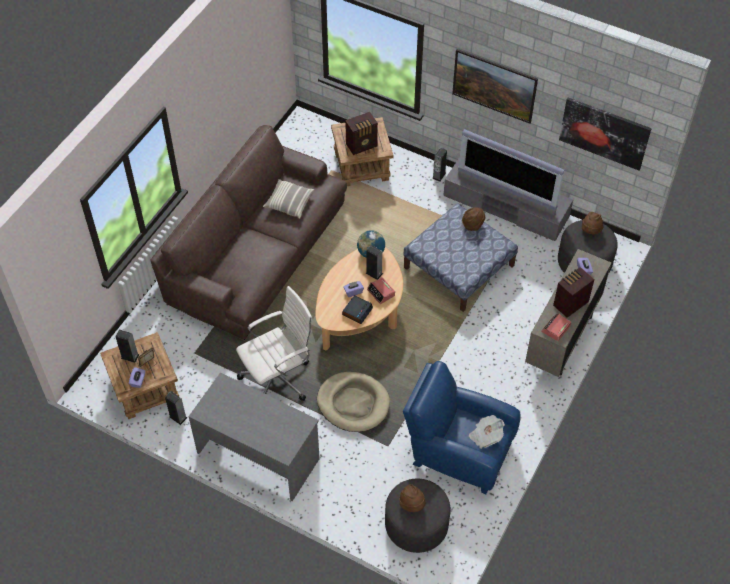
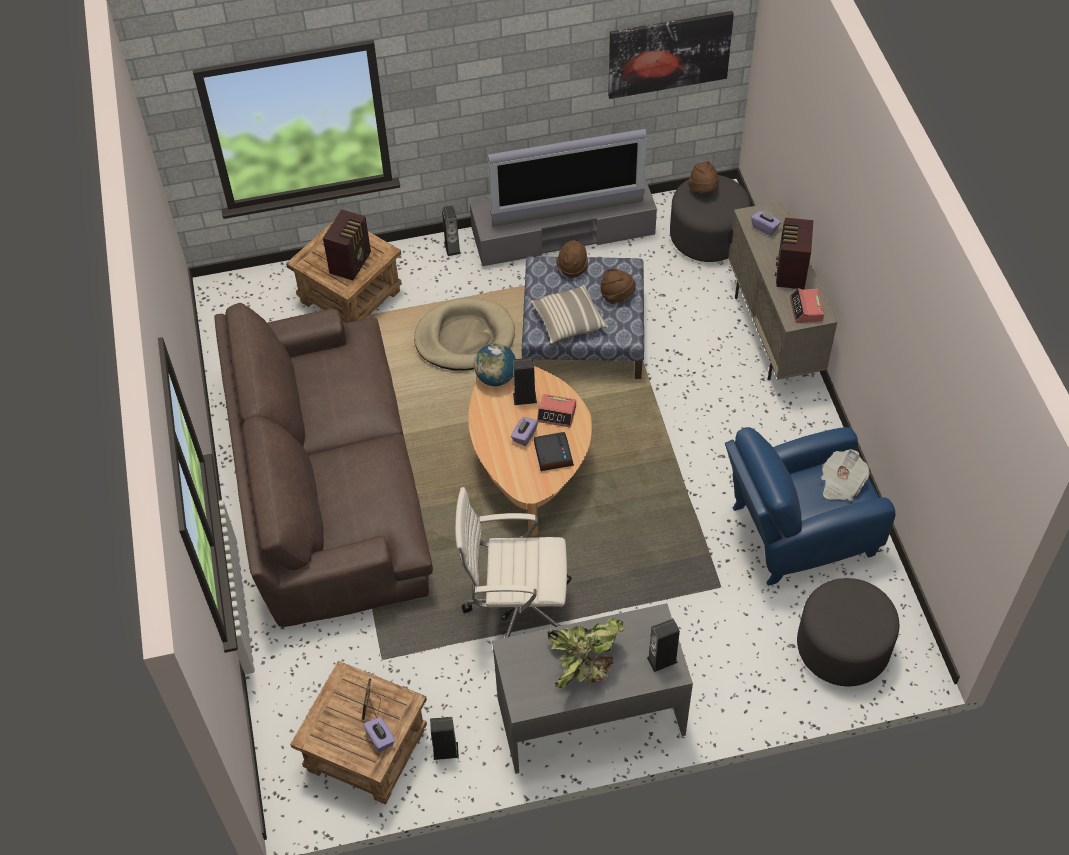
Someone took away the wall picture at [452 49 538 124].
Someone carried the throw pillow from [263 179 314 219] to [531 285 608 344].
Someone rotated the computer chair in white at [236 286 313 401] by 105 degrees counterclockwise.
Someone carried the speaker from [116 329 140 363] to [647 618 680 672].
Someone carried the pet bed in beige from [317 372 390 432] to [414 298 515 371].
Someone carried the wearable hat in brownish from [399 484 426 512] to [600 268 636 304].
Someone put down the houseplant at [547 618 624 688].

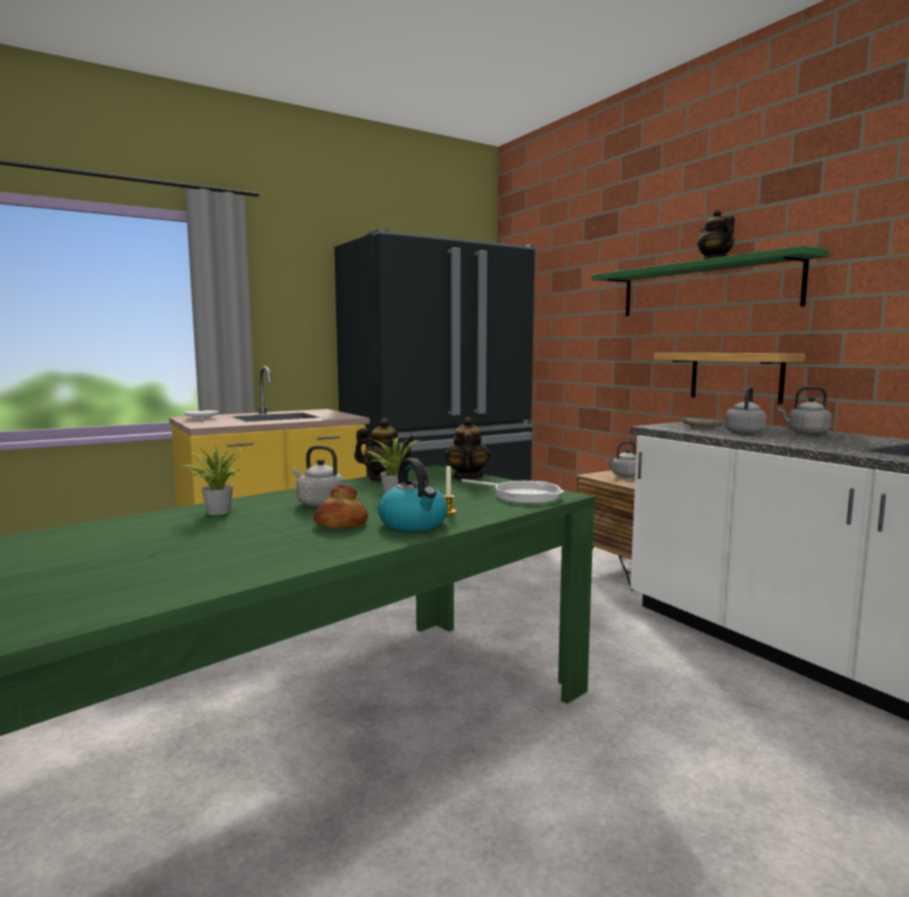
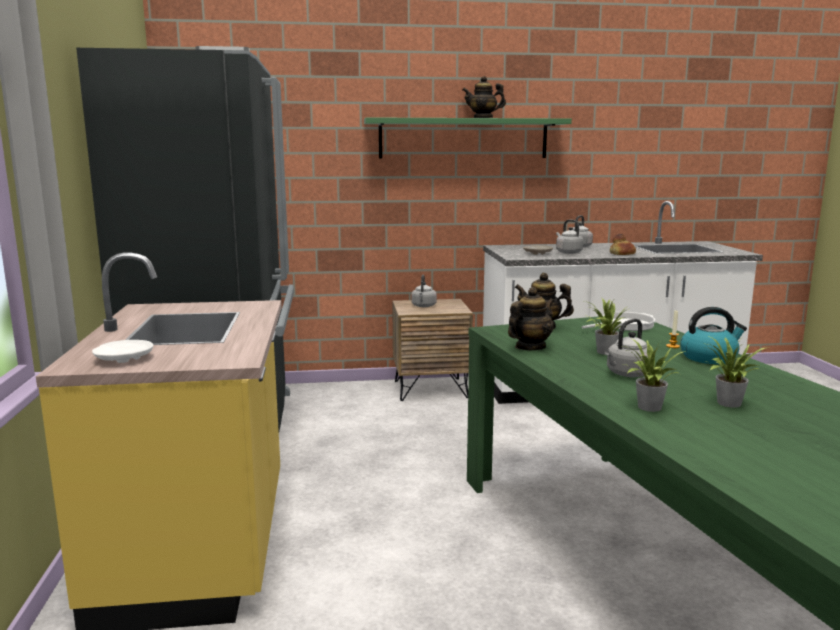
Someone took away the bracket shelf at [654 353 805 404].
Someone carried the bread from [314 484 368 528] to [610 234 636 255].
Someone put down the houseplant at [704 336 765 408].

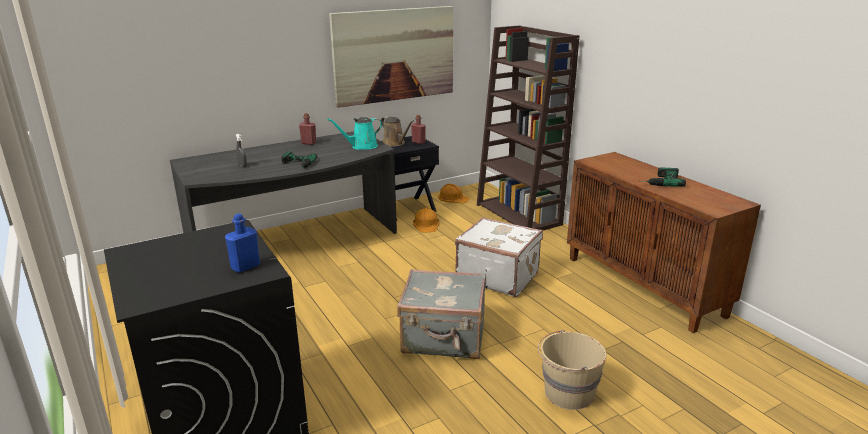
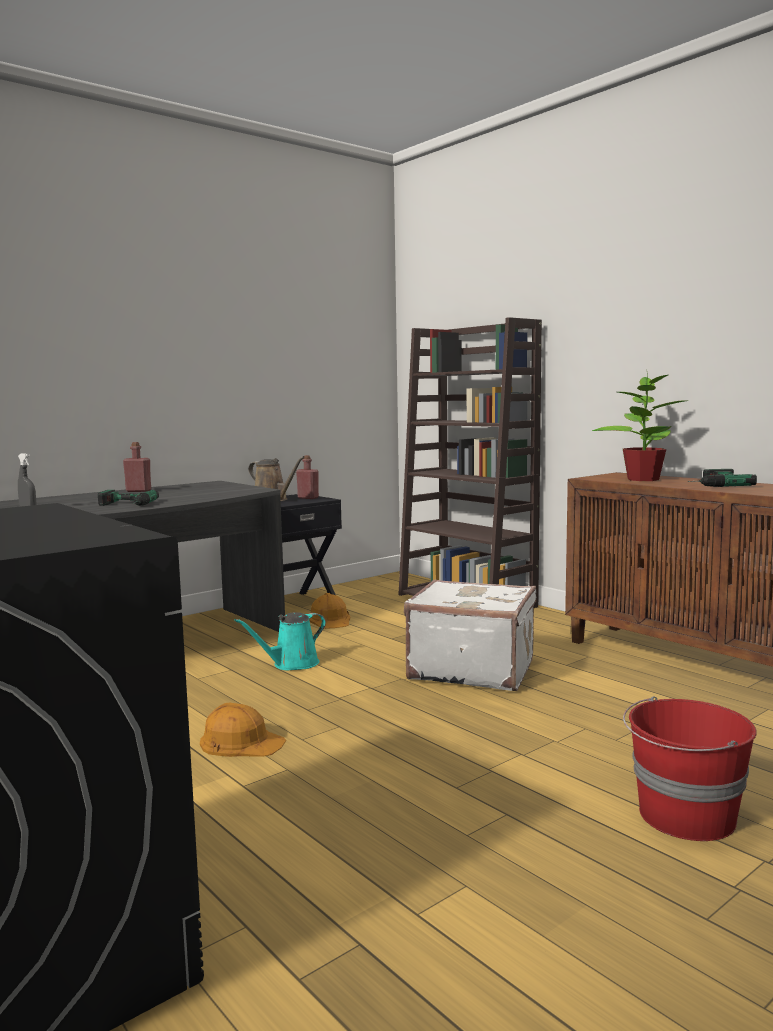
Someone took away the wall picture at [329 6 453 108].
Someone carried the sprinkling can in blue-green from [327 117 383 150] to [234 612 326 671].
Someone carried the safety helmet in orange from [438 184 470 203] to [200 703 286 757].
Someone took away the beverage bottle in blue-coloured at [225 213 260 273].
Someone took away the suitcase in gray at [397 269 486 359].
Someone repainted the bucket in beige at [538 330 606 410], which became the bucket in red at [623 696 757 841].
Someone put down the houseplant at [592 369 687 481].

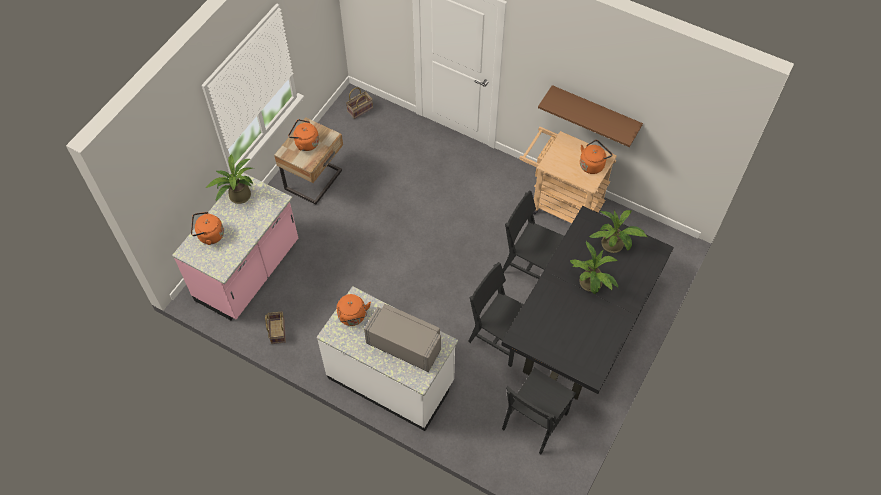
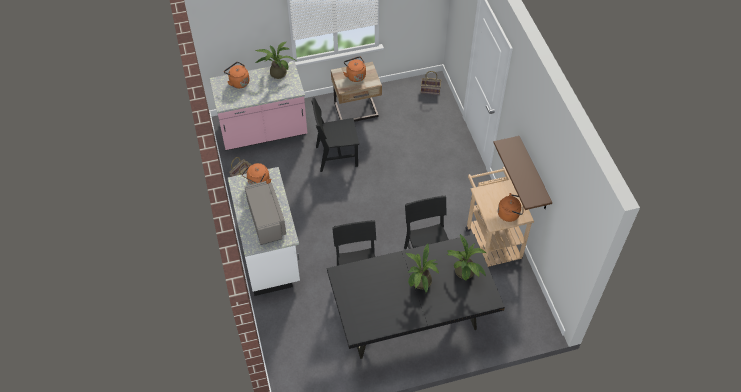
Someone carried the plain chair in black-coloured from [502 367 576 454] to [311 97 359 172].

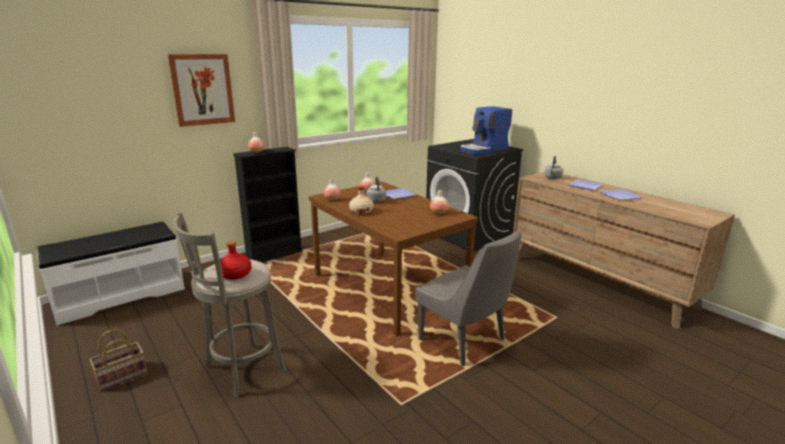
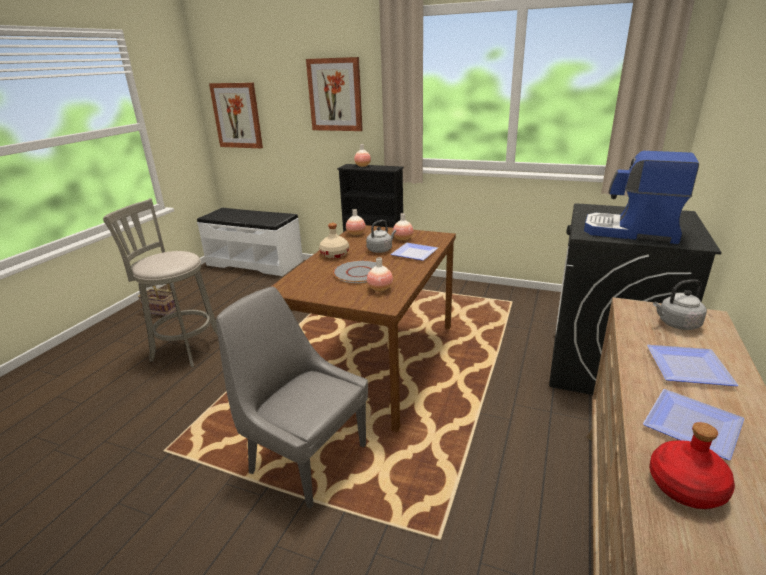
Someone rotated the plain chair in gray at [415 230 522 366] by 105 degrees clockwise.
Someone carried the beverage bottle in red from [220 241 252 280] to [649 422 735 509].
Someone put up the wall picture at [209 83 263 148].
Someone put down the dinner plate in gray at [333 260 385 283].

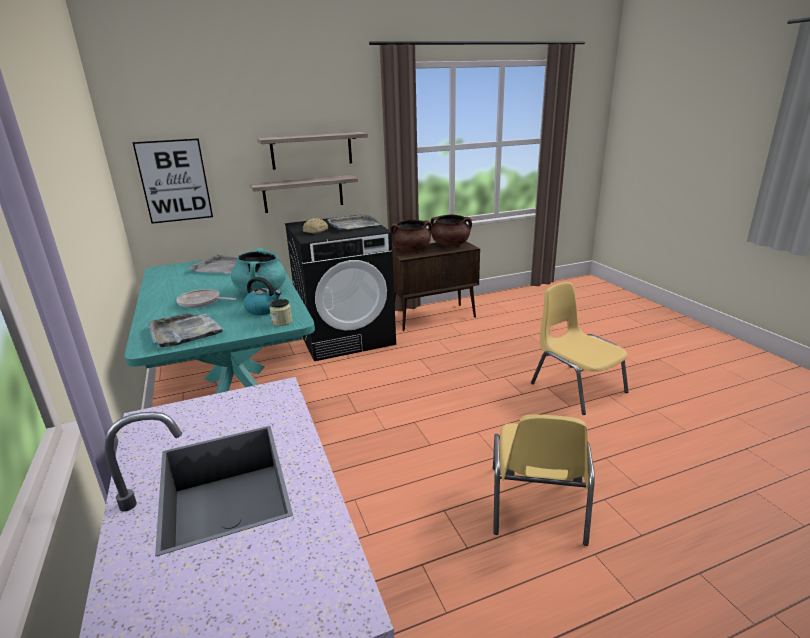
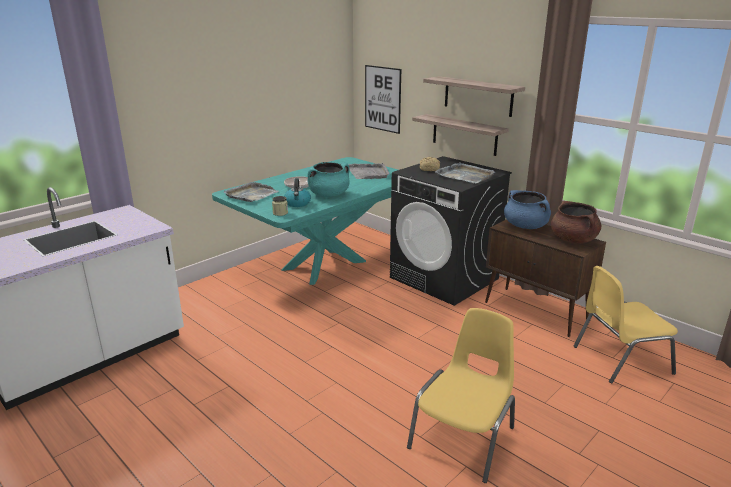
Someone repainted the cooking pot in brownish at [390 219 432 252], which became the cooking pot in blue-coloured at [504 190 551 229].
Someone carried the plain chair in yellow from [493 414 595 546] to [573 266 678 383].

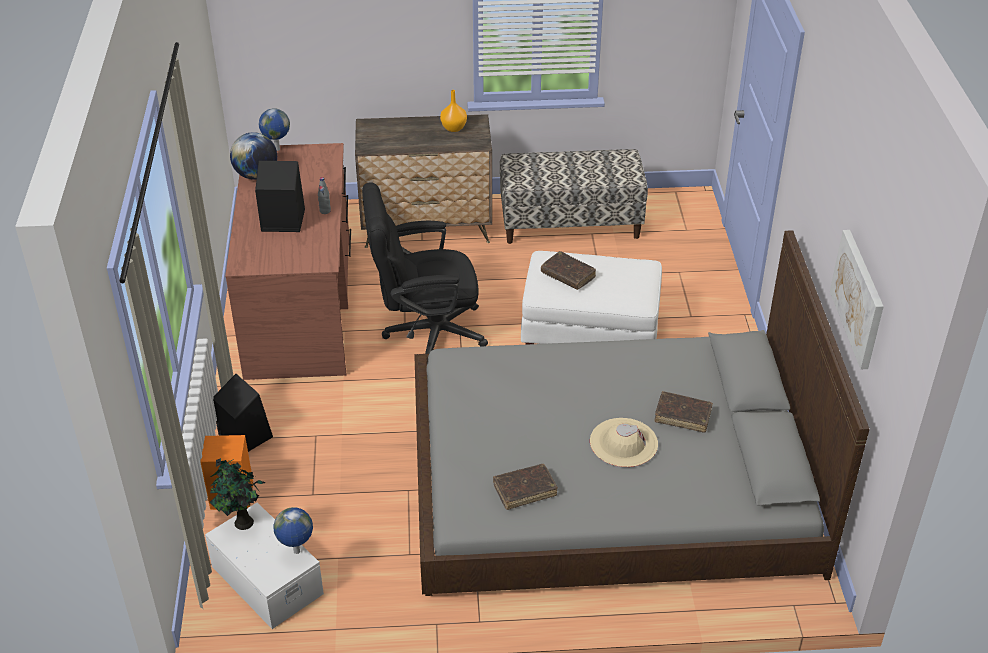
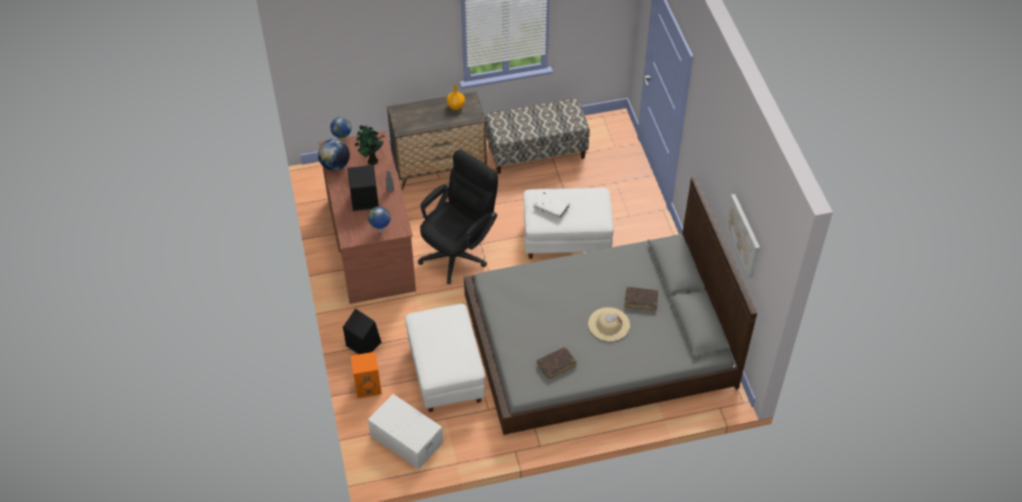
Someone rotated the computer chair in black-coloured at [362 182 488 354] by 150 degrees clockwise.
Someone repainted the volume in brownish at [541 251 596 290], which became the volume in white at [534 192 570 219].
Someone carried the houseplant from [210 458 266 530] to [355 125 385 165].
Someone carried the world globe from [273 507 313 554] to [368 206 390 233].
Someone put down the footrest in white at [405 304 485 412].

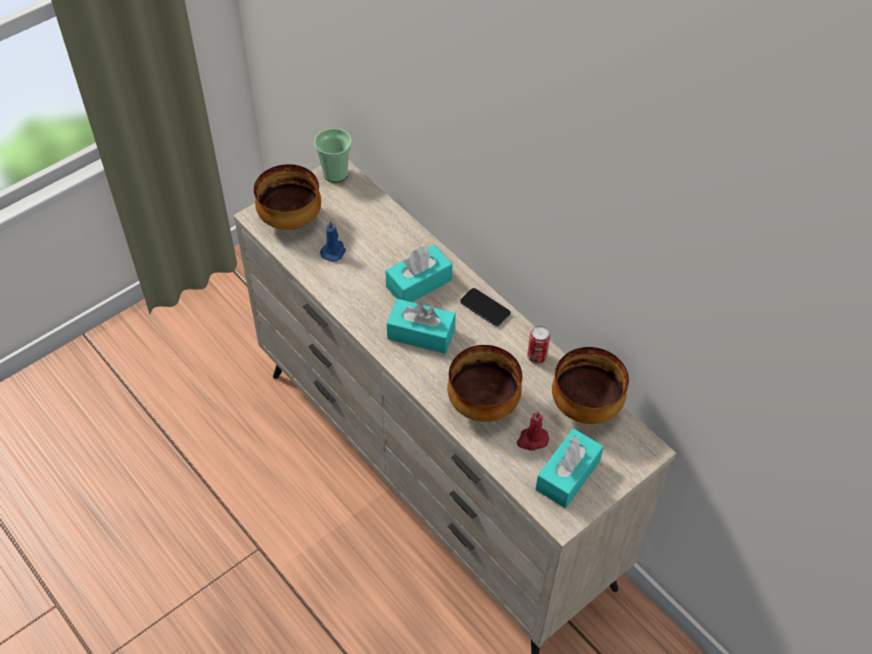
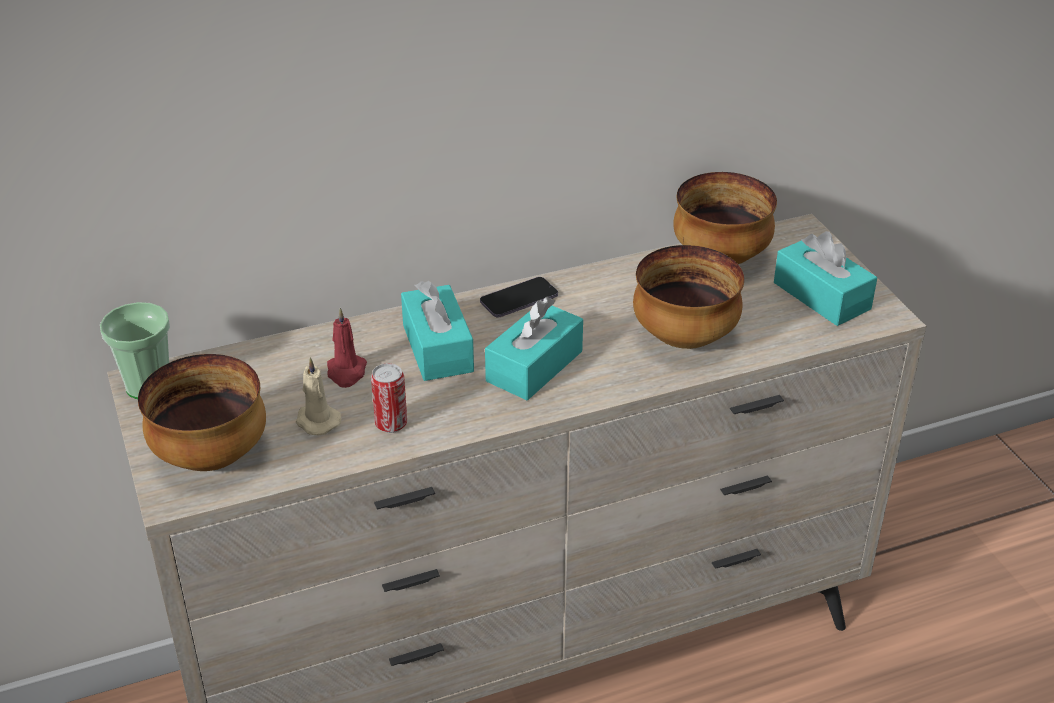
Someone repainted the wax light in blue-coloured at [320 220 346 262], which became the wax light in beige at [296 357 342 435].
Someone carried the can from [527 325 550 364] to [371 363 407 433].
Someone carried the wax light in red from [517 411 549 451] to [327 308 367 388].

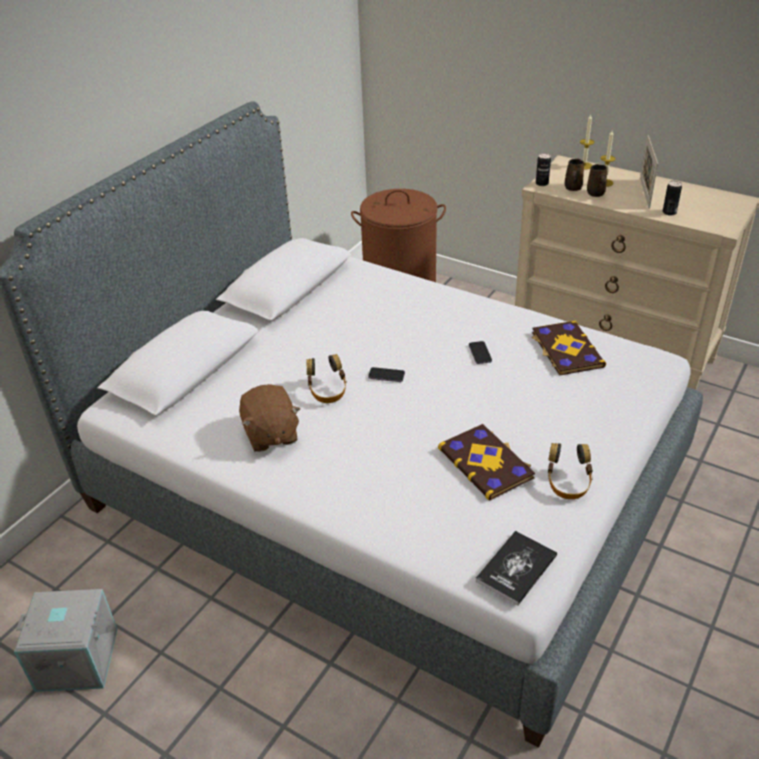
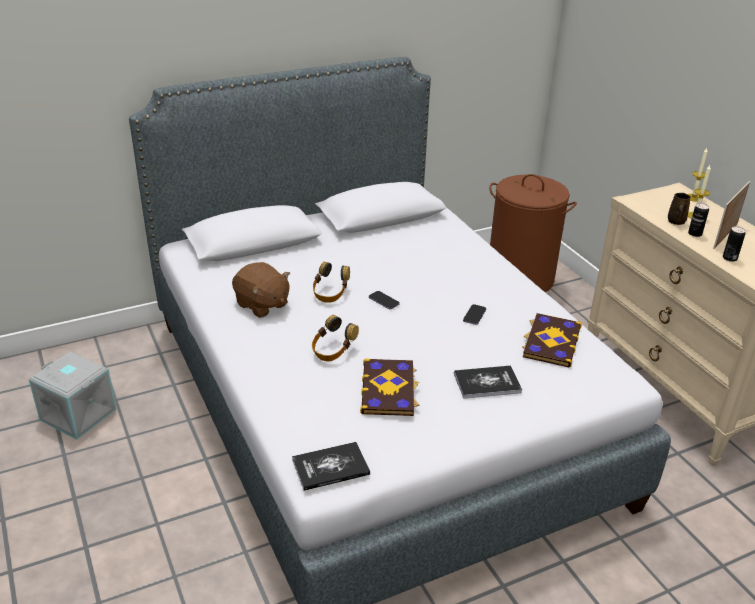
Someone carried the can from [536 153 551 186] to [688 203 709 237].
Someone took away the coffee mug in brownish at [565 159 584 191].
Someone rotated the plush toy in brownish at [239 384 300 452] by 60 degrees counterclockwise.
Someone carried the pair of headphones from [548 443 593 499] to [312 315 359 361].
Someone put down the volume at [454 366 522 399].

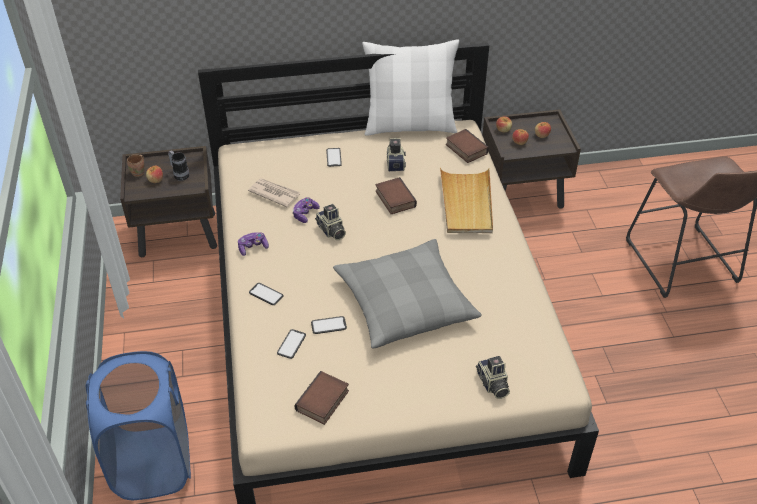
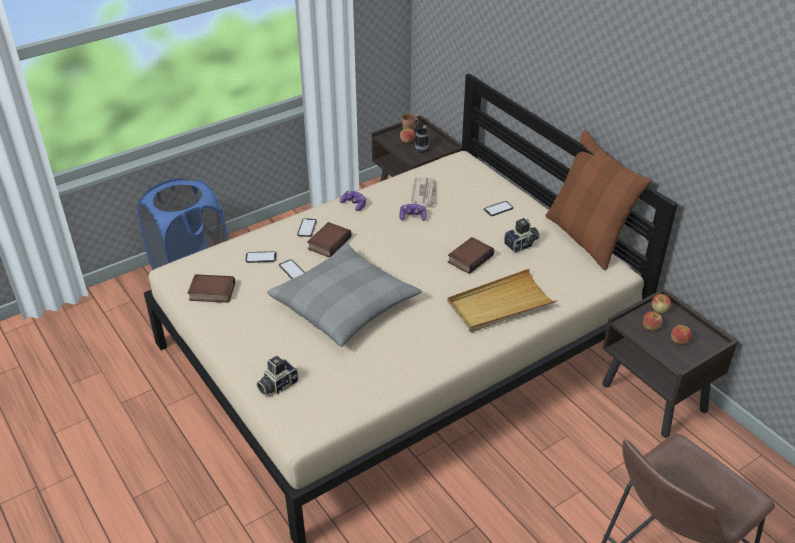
Someone repainted the throw pillow in white at [362 39 460 136], which became the throw pillow in brownish at [545 130 651 270].
Someone carried the volume from [446 129 489 163] to [307 222 352 258].
Someone took away the photo camera at [315 204 346 240].

